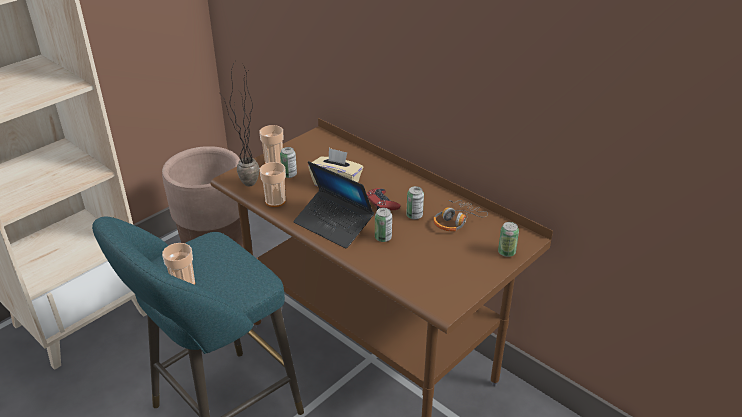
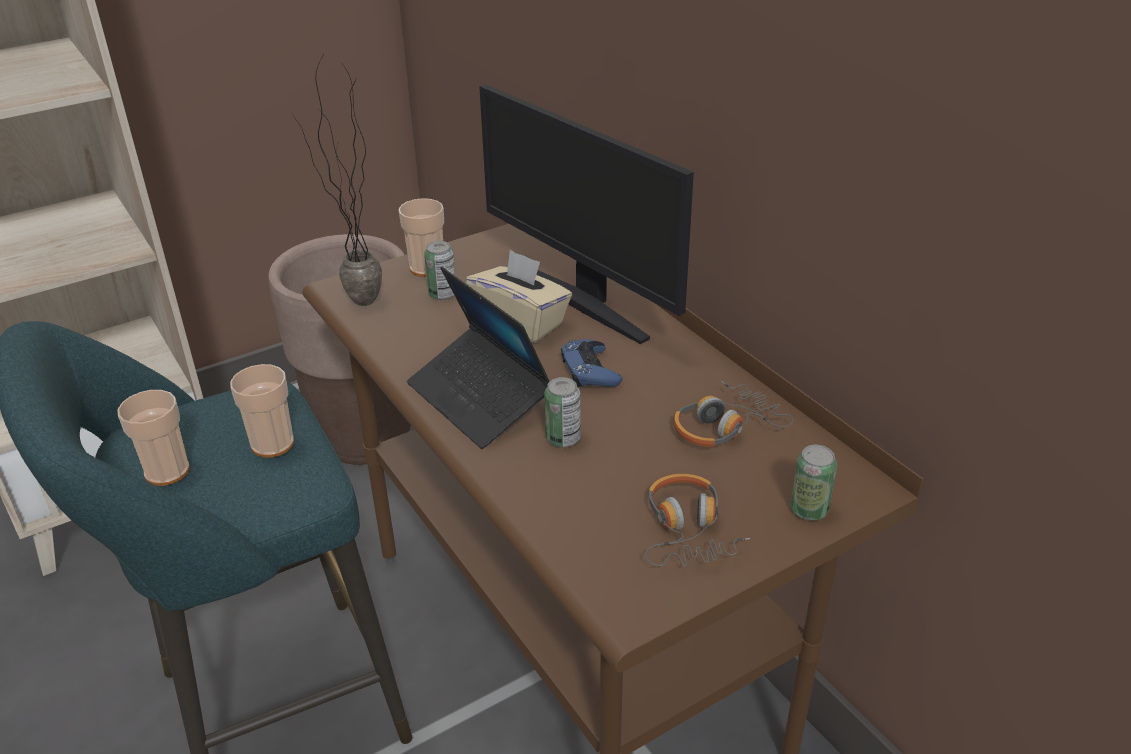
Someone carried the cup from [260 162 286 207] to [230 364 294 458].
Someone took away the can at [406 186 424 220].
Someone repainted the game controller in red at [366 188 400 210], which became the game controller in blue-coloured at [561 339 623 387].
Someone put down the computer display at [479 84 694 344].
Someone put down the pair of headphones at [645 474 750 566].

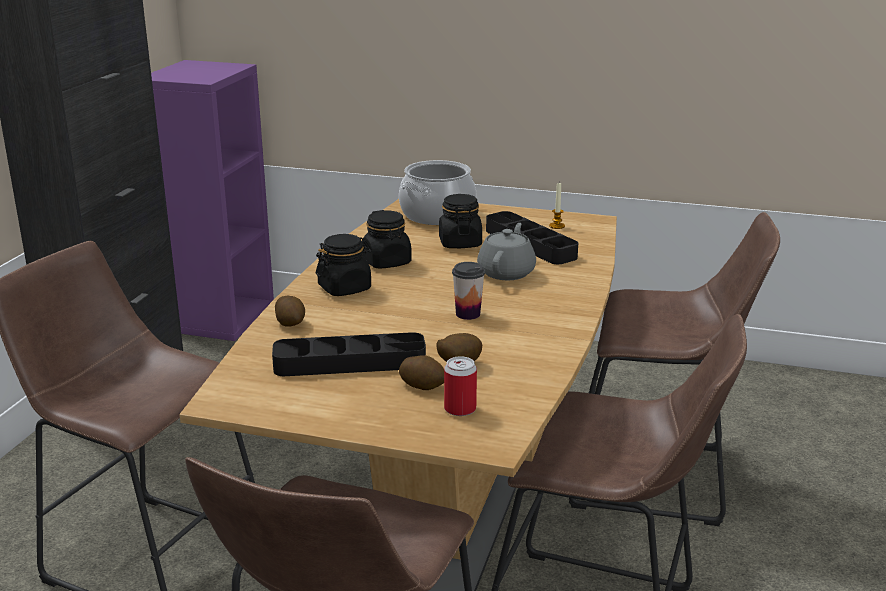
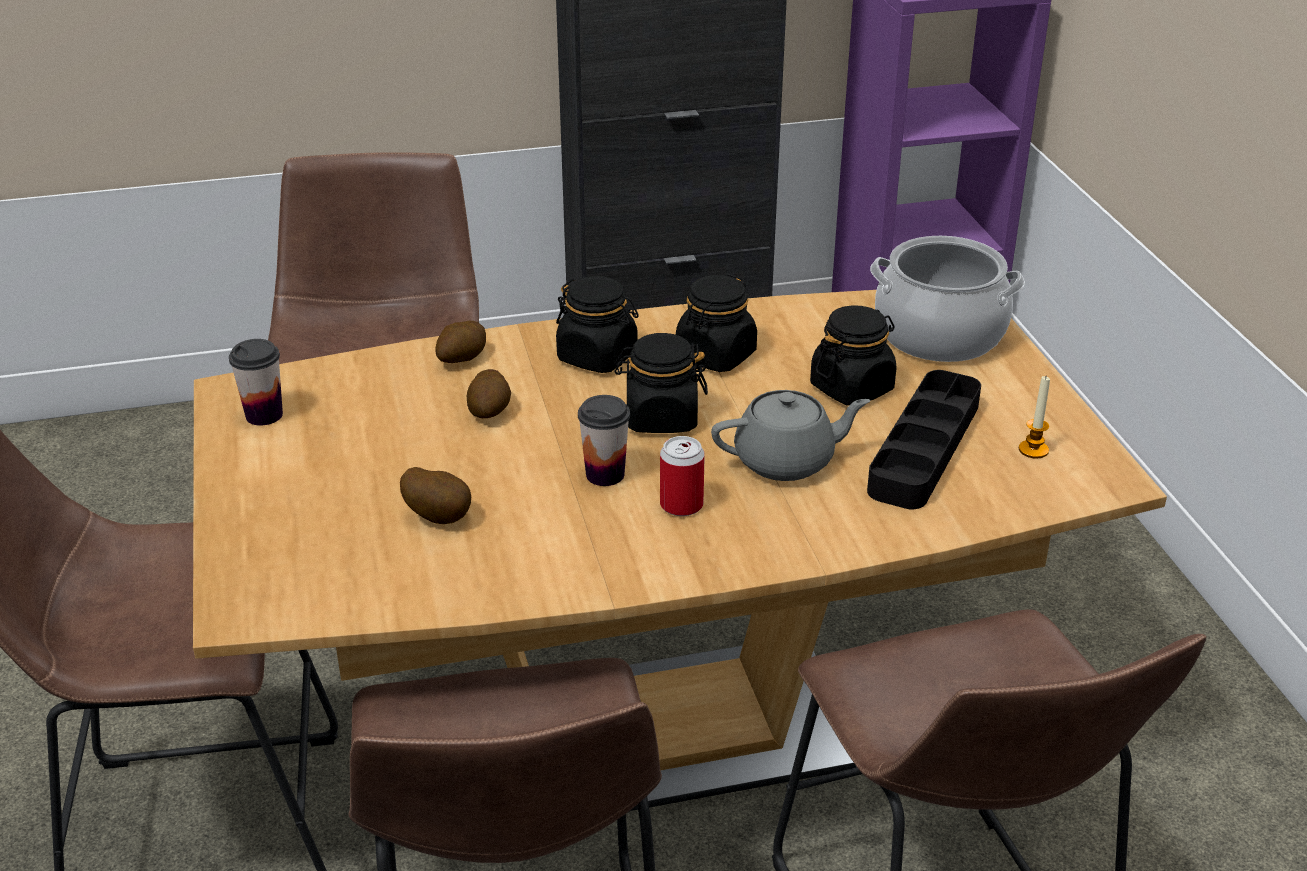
Someone took away the tray in black-coloured at [272 332 426 376].
Someone carried the potato from [399 355 444 390] to [467 369 511 418].
Someone carried the can from [444 356 477 416] to [660 436 705 516].
Someone put down the jar in black-coloured at [614 333 708 433].
Someone put down the cup at [229 339 283 425].

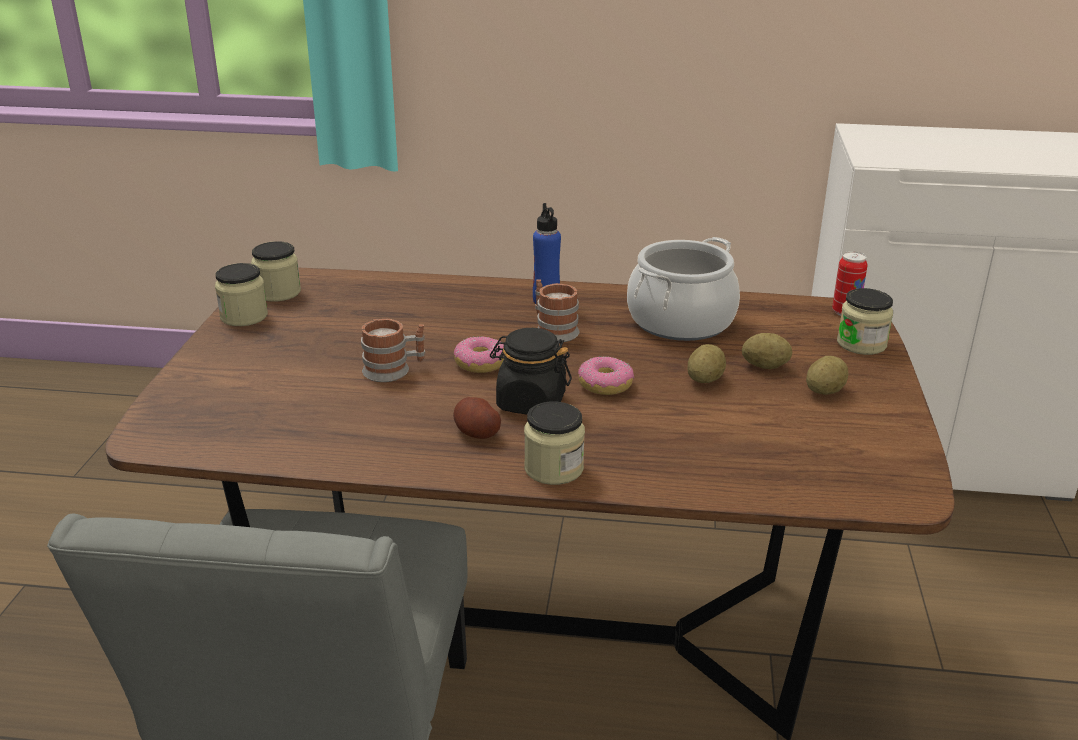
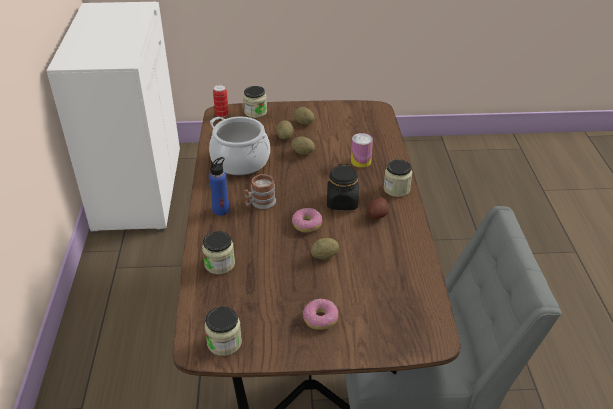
Someone carried the jar from [215 263 268 326] to [202 231 235 274].
Someone swapped the coffee mug at [361 319 425 382] for the potato at [311 238 339 260].
Someone carried the donut from [578 356 634 395] to [303 299 338 330].
Someone put down the can at [351 133 373 168].

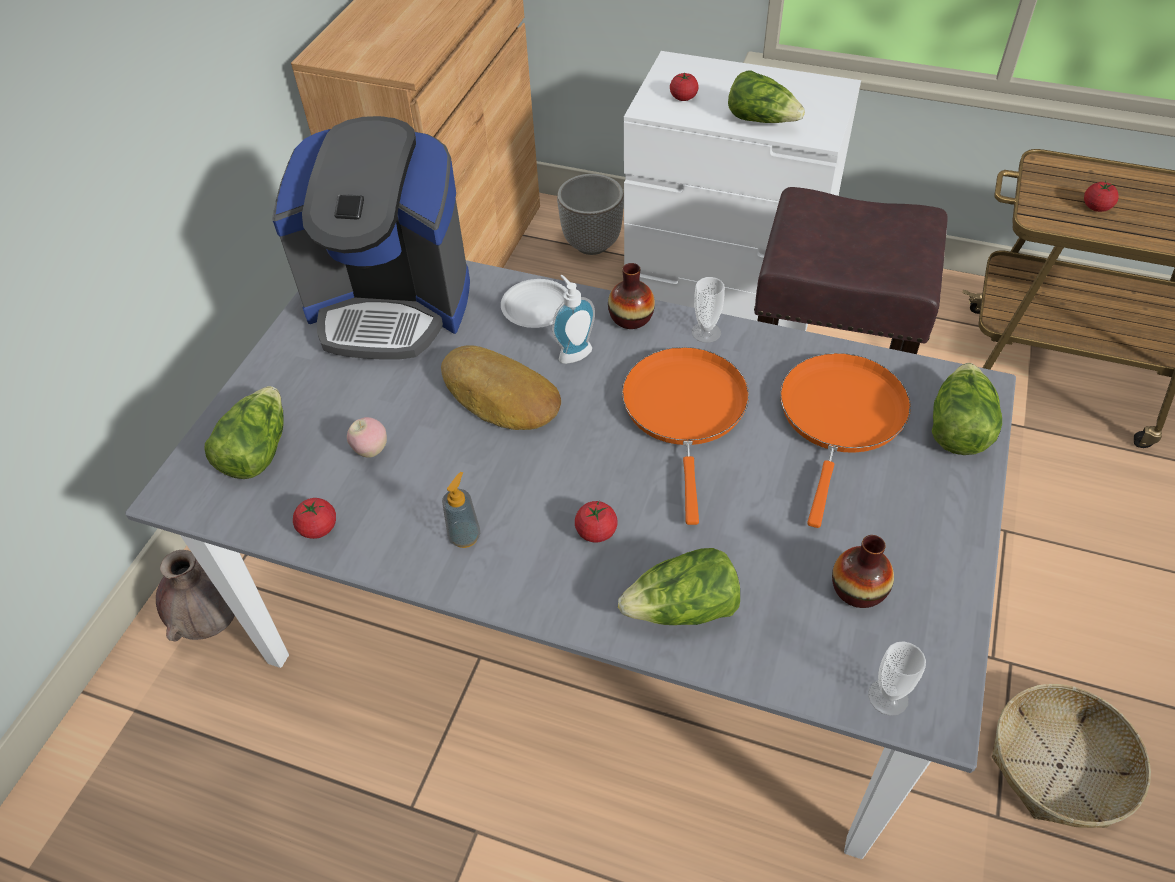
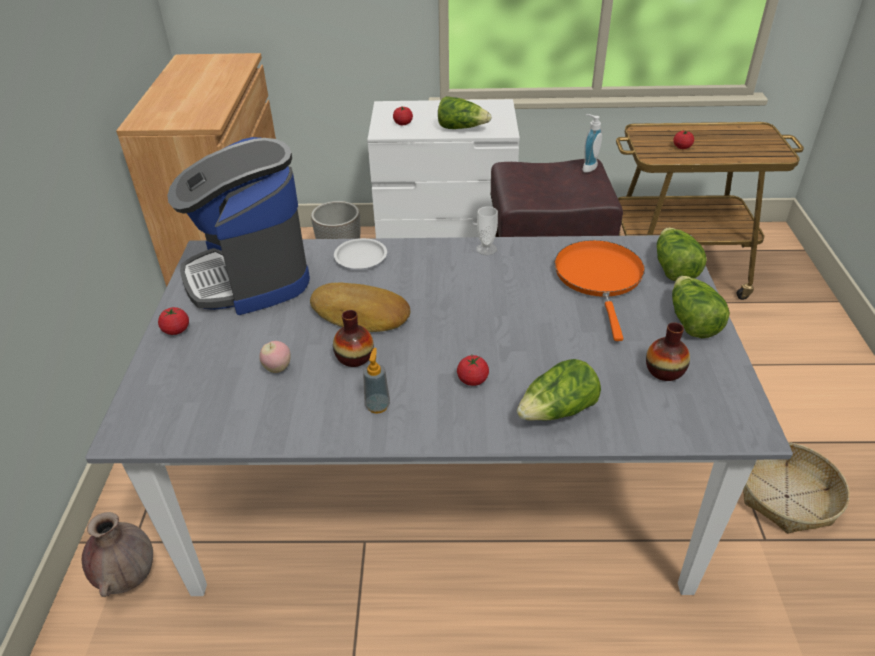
Someone rotated the coffee machine at [272 116 470 359] by 75 degrees clockwise.
Someone carried the decorative vase from [608 263 655 329] to [333 310 374 367].
Someone carried the soap bottle from [552 275 595 364] to [582 114 602 173].
Someone took away the pan in orange at [622 347 749 525].
Someone carried the lettuce from [205 386 284 479] to [672 276 730 338].
Someone carried the tomato from [293 498 336 539] to [158 307 189 335].
Someone took away the cup at [868 641 926 716].

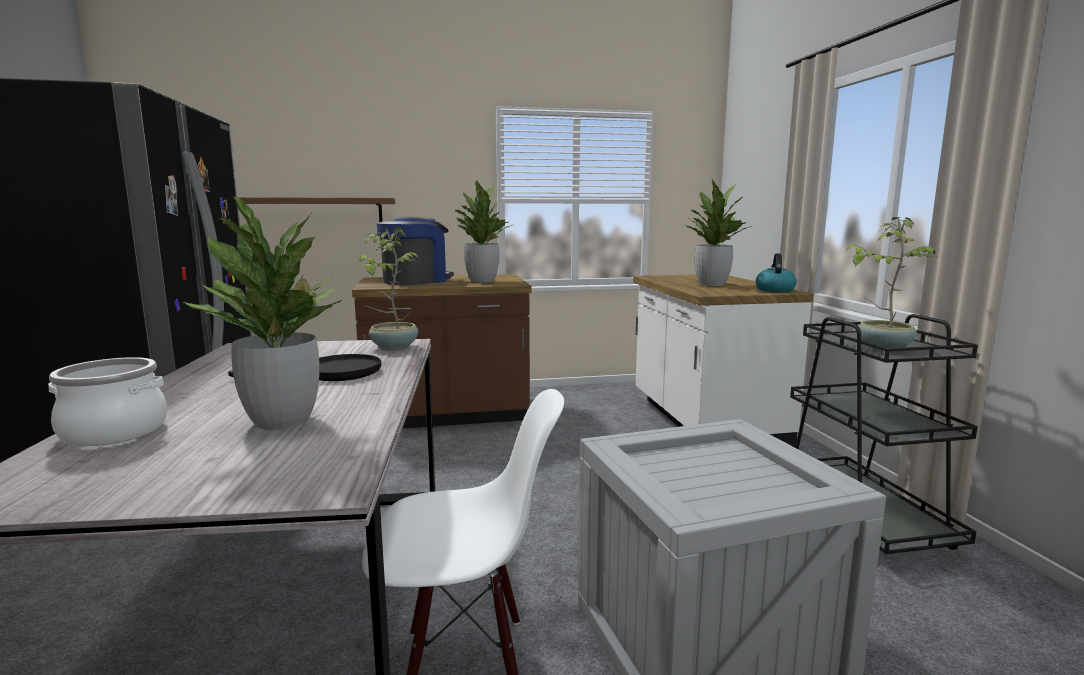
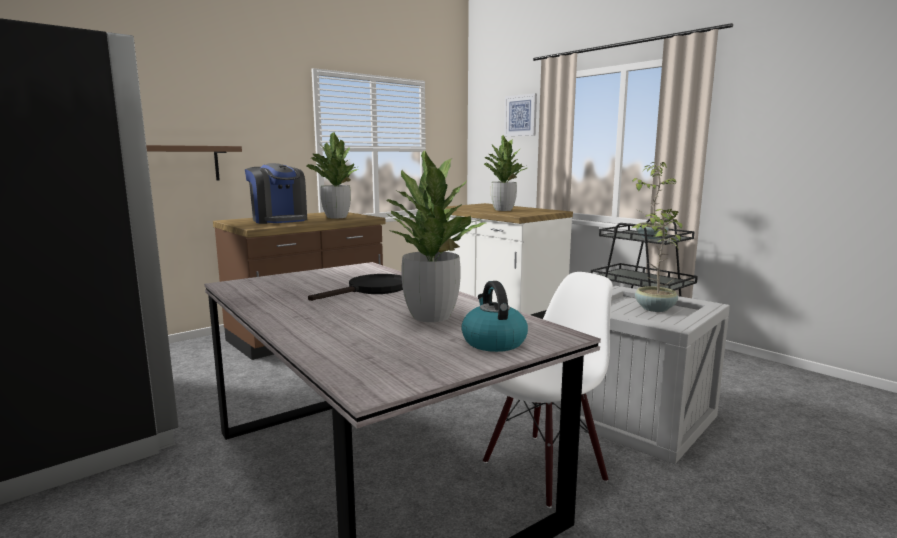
Someone rotated the coffee machine at [376 217 454 285] by 135 degrees clockwise.
Someone carried the houseplant from [359 227 421 351] to [632 209 683 312].
Someone carried the tea kettle from [756 253 797 292] to [461 281 528 352].
Someone took away the cooking pot at [48 357 167 446].
Someone put up the wall picture at [504 93 537 136].

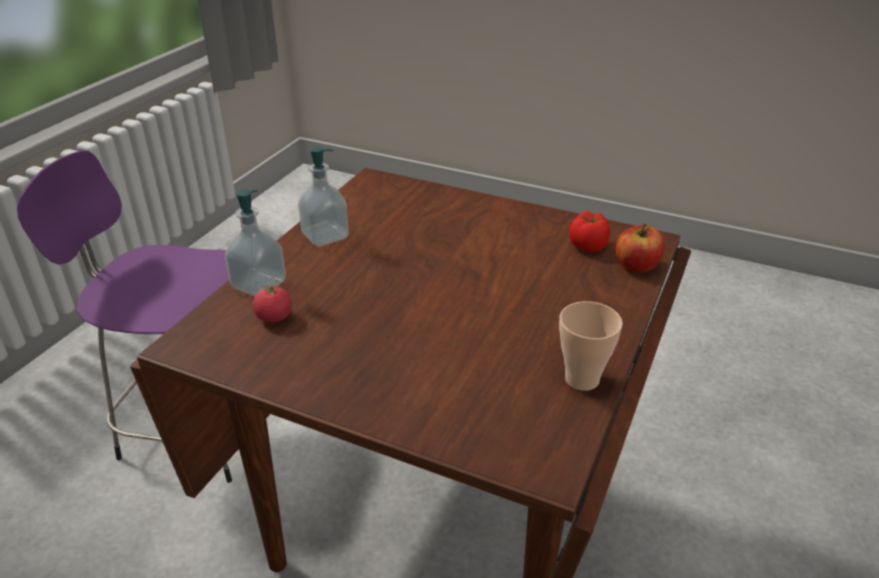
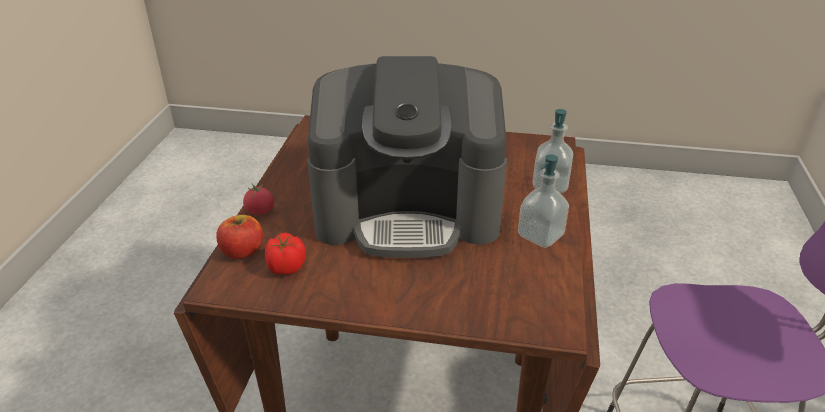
Someone carried the tomato from [253 280 292 323] to [243 183 274 215].
Someone took away the cup at [559 301 623 391].
Someone put down the coffee machine at [307 56 507 258].

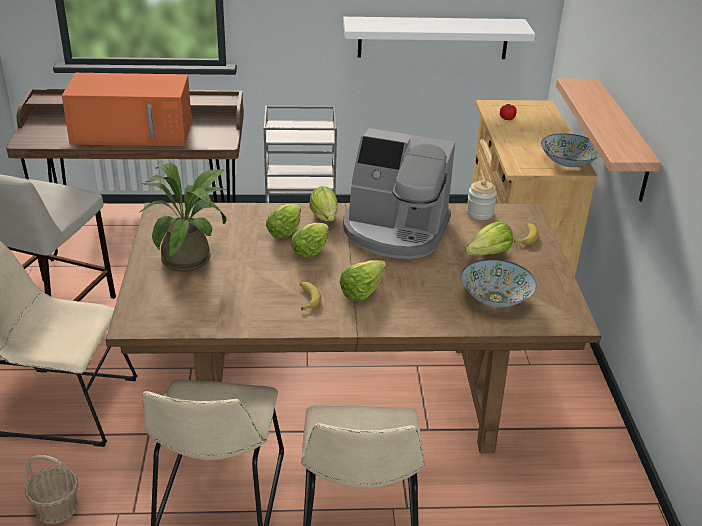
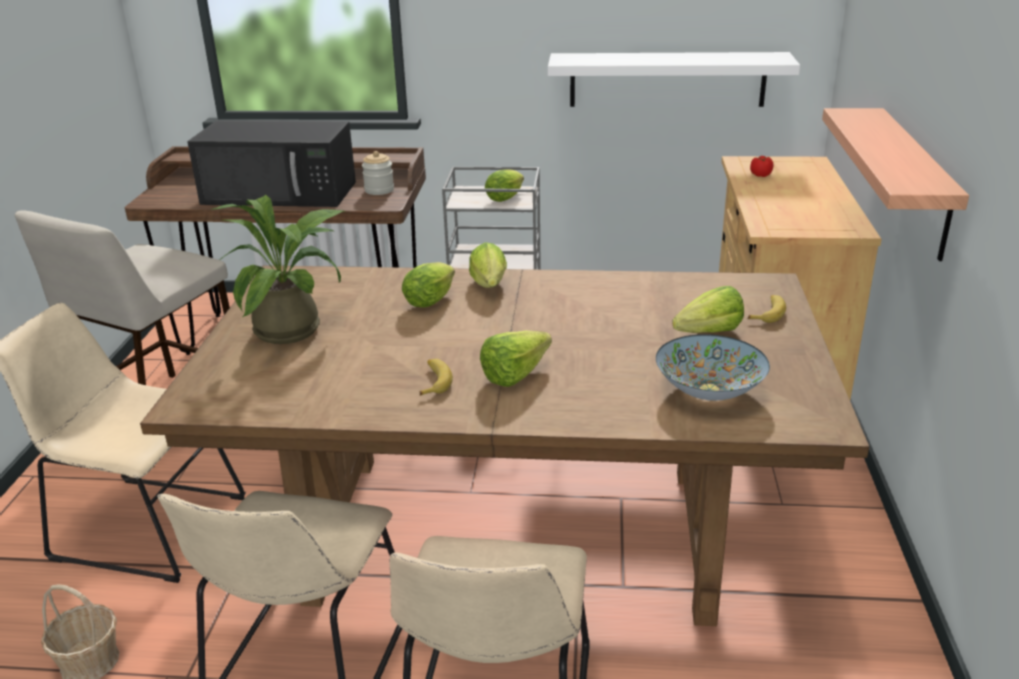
Someone repainted the microwave oven in orange at [62 73 192 146], which became the microwave oven in black-coloured at [187 120 356 207].
Someone took away the coffee machine at [343 128 455 259].
Someone took away the bowl at [541 133 599 167].
Someone carried the jar from [466 180 497 220] to [362 151 394 195].
Someone carried the lettuce from [291 223 329 258] to [485 169 524 202].

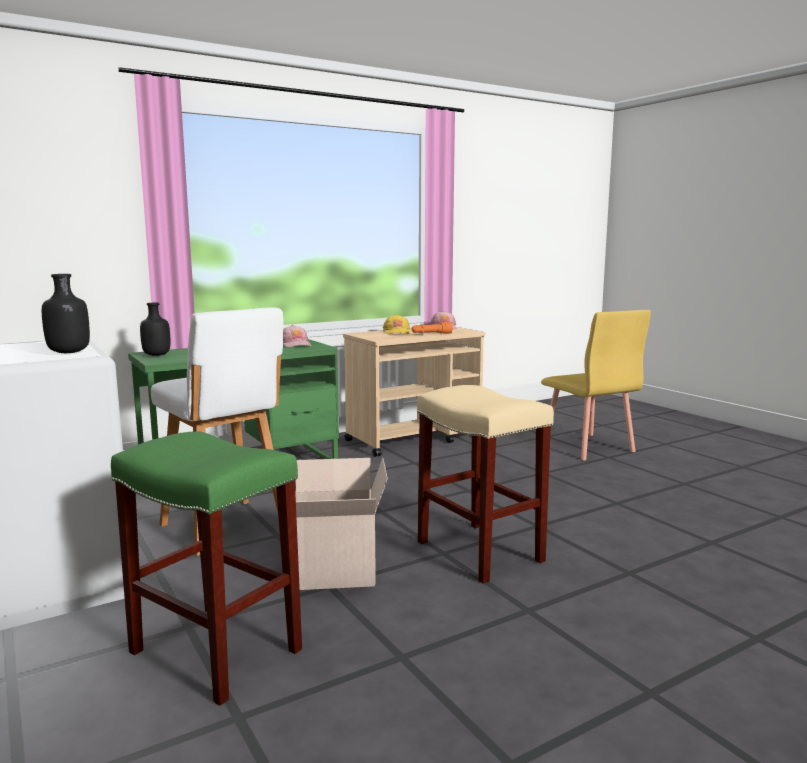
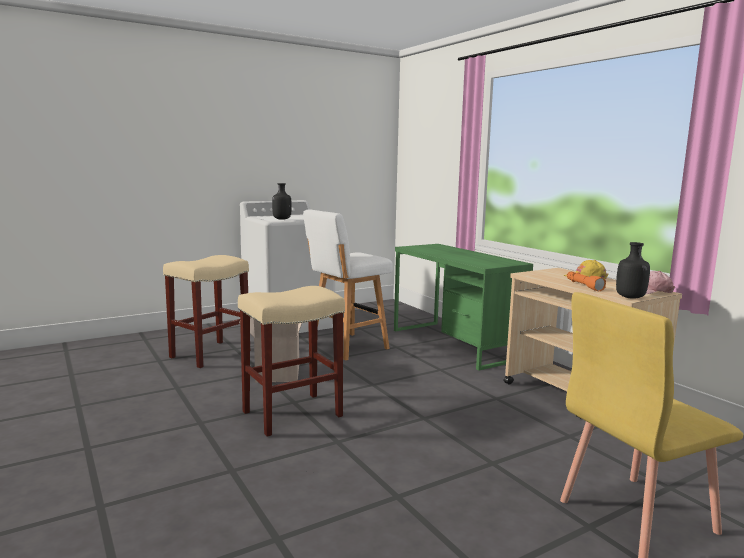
Someone carried the beverage bottle in black-coloured from [140 303 170 356] to [616 242 650 299].
Someone took away the baseball cap in pink at [283 325 312 348].
Someone repainted the stool in green at [111 431 302 706], which became the stool in beige at [163 255 249 368].

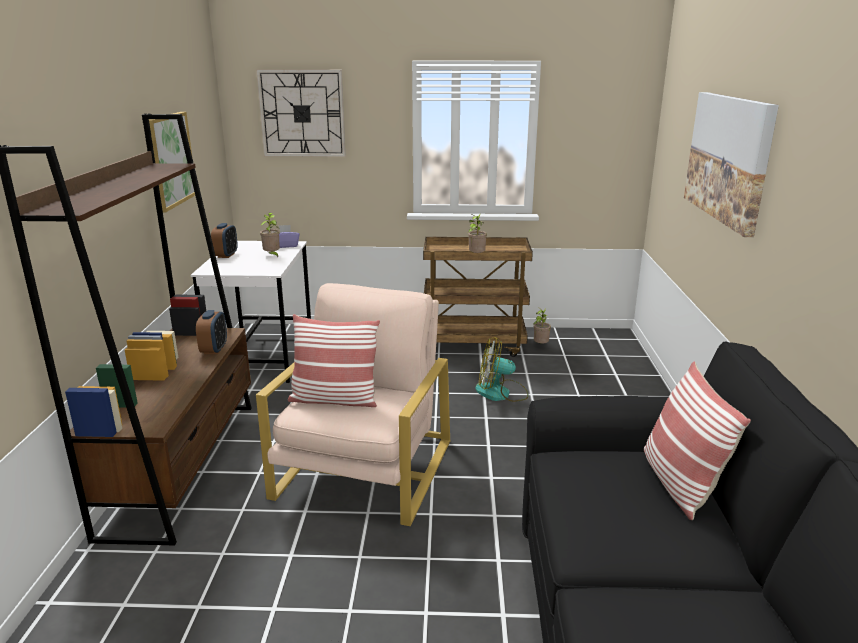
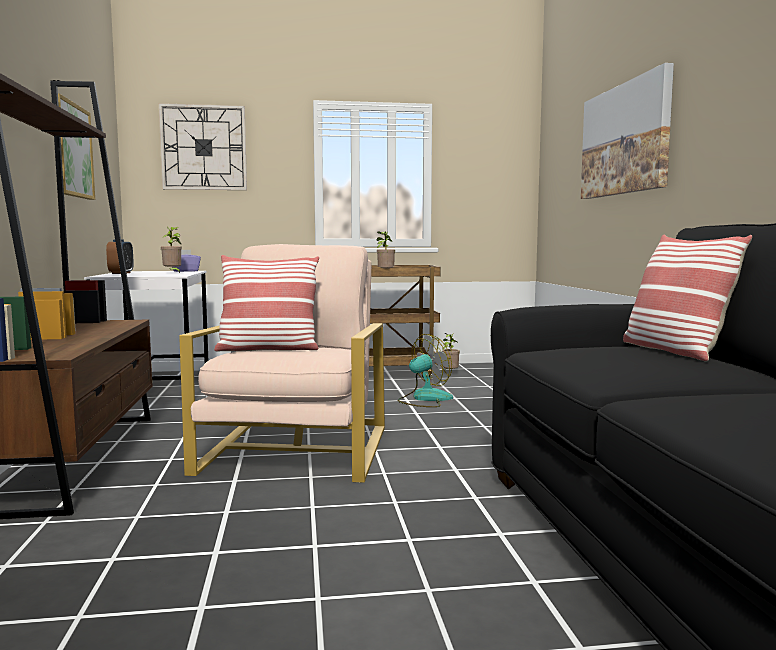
Someone took away the table clock at [196 310 227 354].
Someone rotated the fan at [475 337 529 402] by 150 degrees clockwise.

